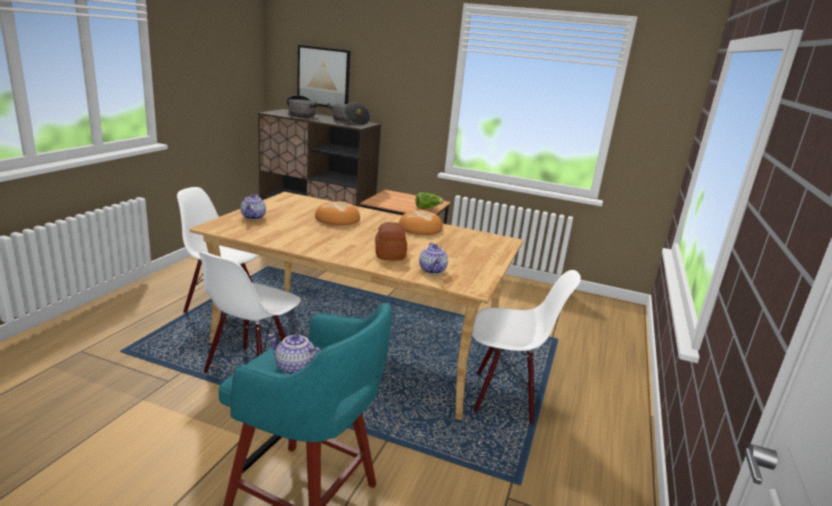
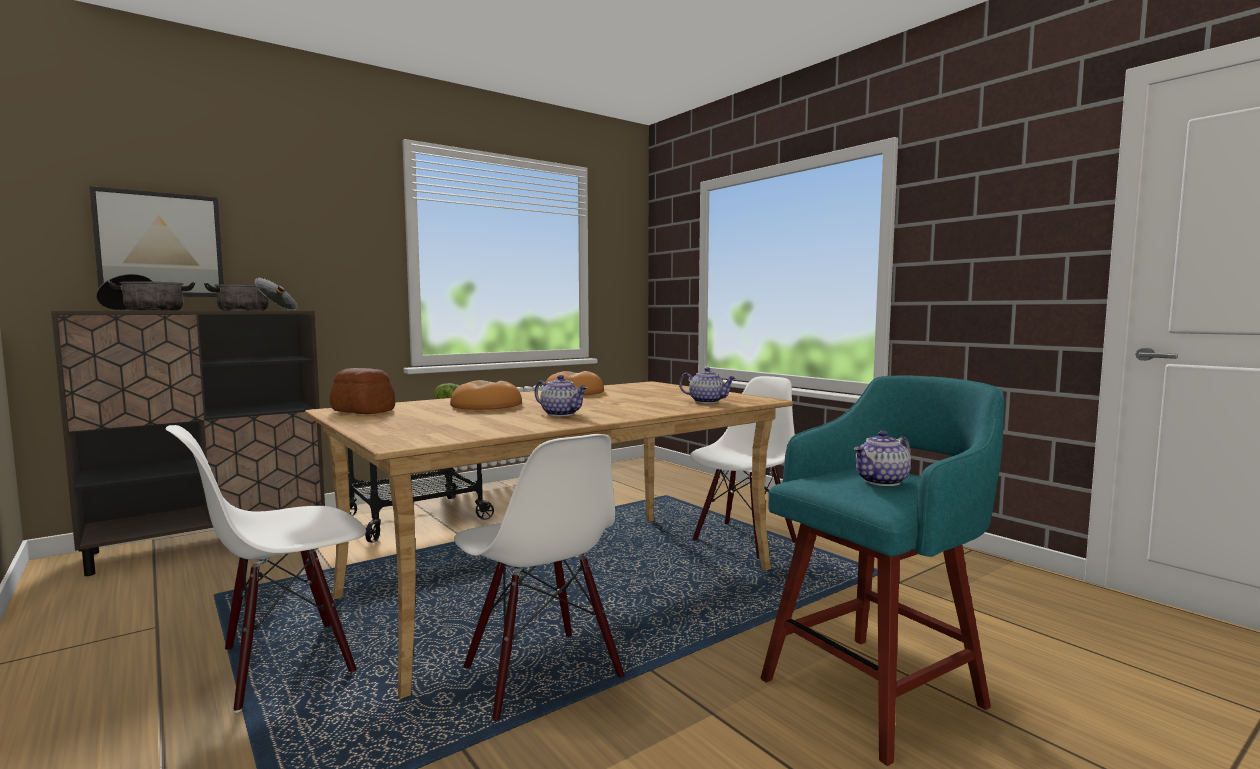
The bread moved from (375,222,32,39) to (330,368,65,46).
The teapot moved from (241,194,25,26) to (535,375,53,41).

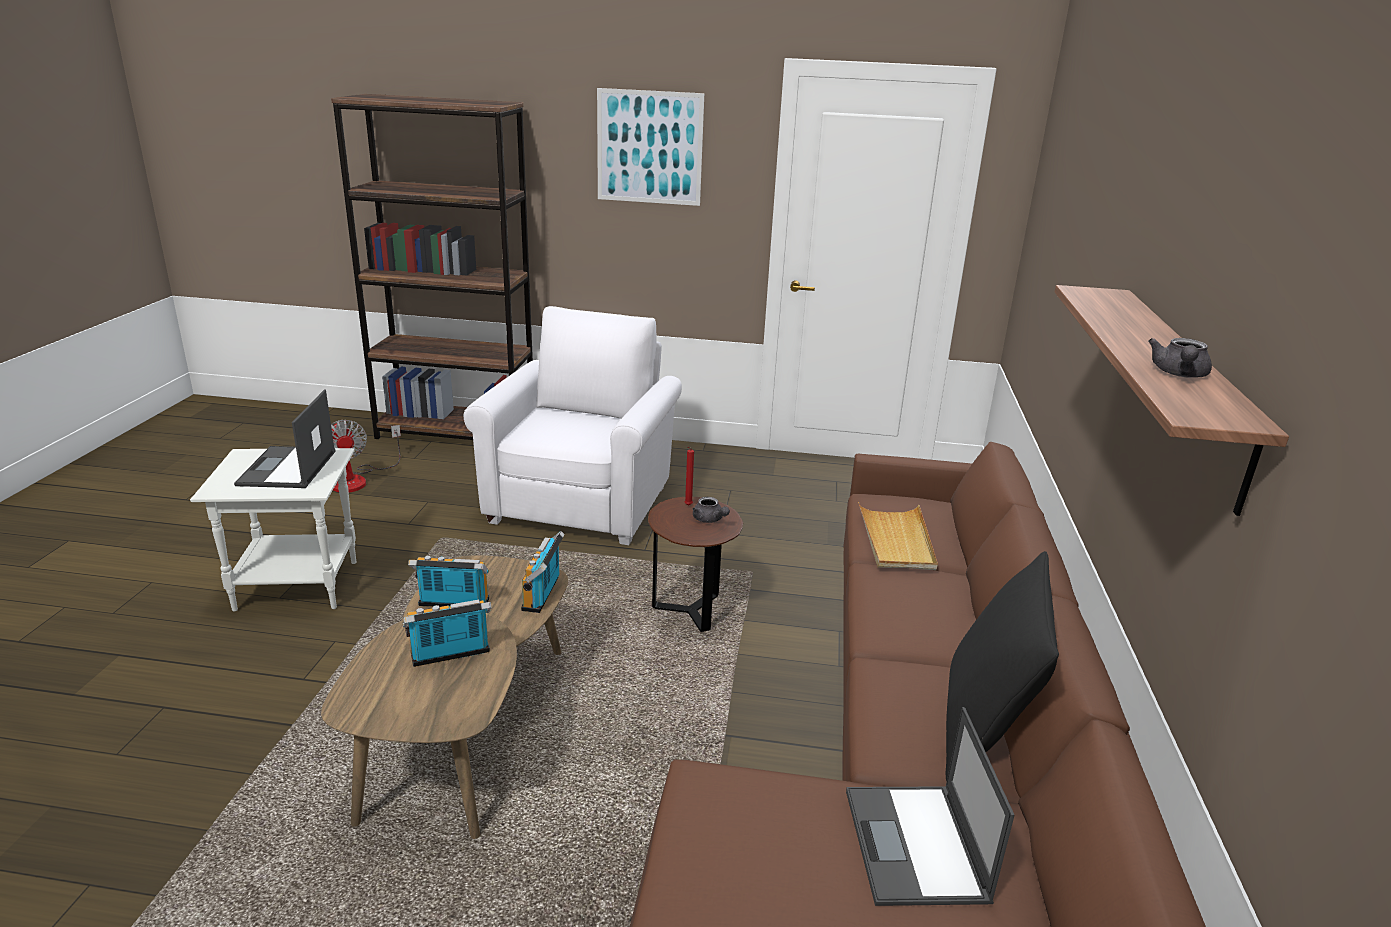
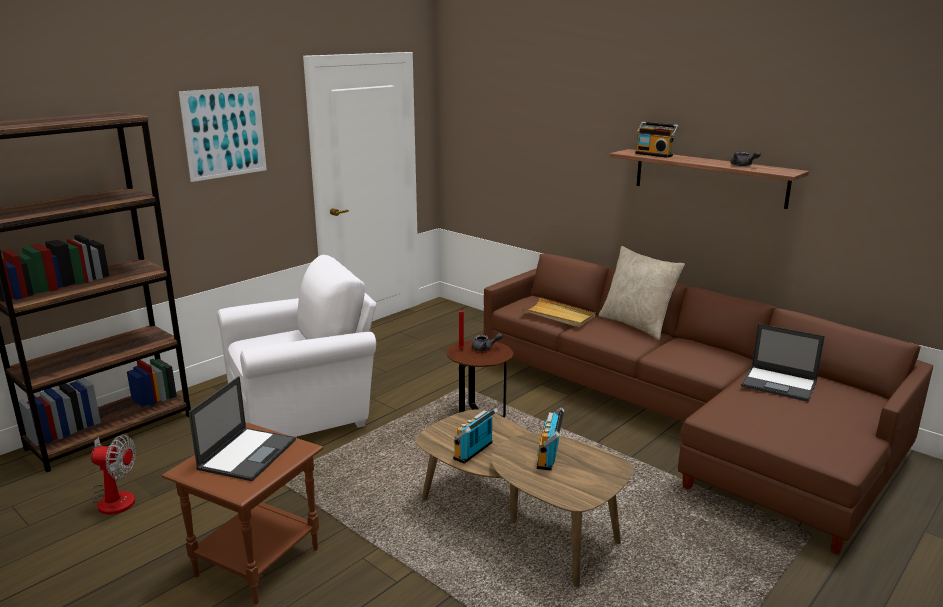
The side table/white at (190,448,166,164) became the side table/brown at (162,423,162,182).
The laptop at (234,389,102,99) turned 105 degrees counterclockwise.
The armchair/white at (464,306,218,239) turned 105 degrees clockwise.
The pillow/beige at (598,246,87,94) appeared.
The radio moved from (521,531,44,82) to (635,122,44,36).
The pillow/black at (946,551,113,231) disappeared.

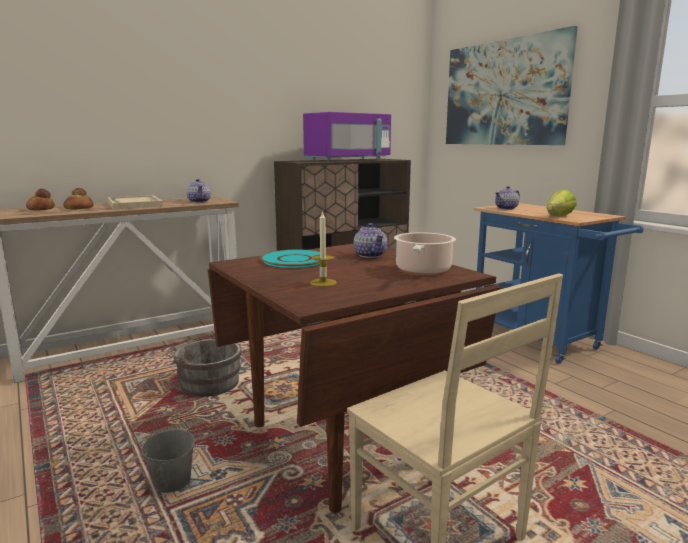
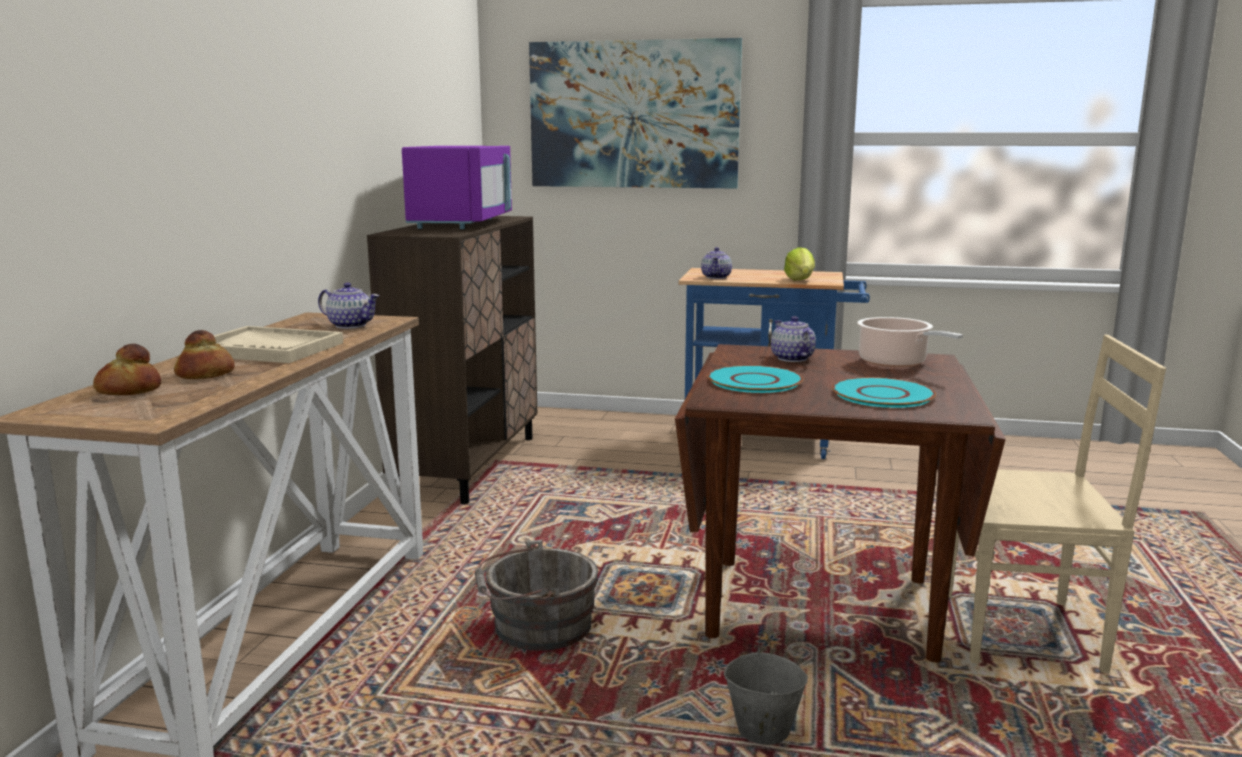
The teapot at (354,223,33,35) turned 135 degrees counterclockwise.
The candle at (310,210,27,77) was replaced by the plate/turquoise at (832,377,104,31).

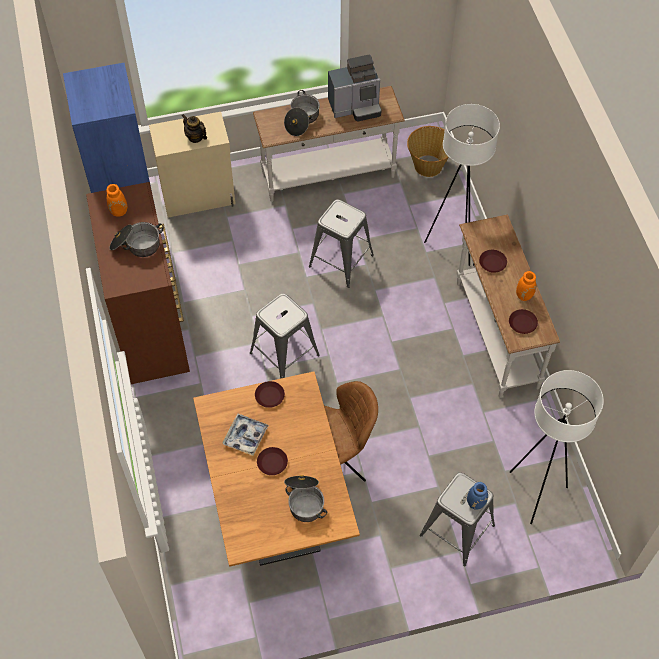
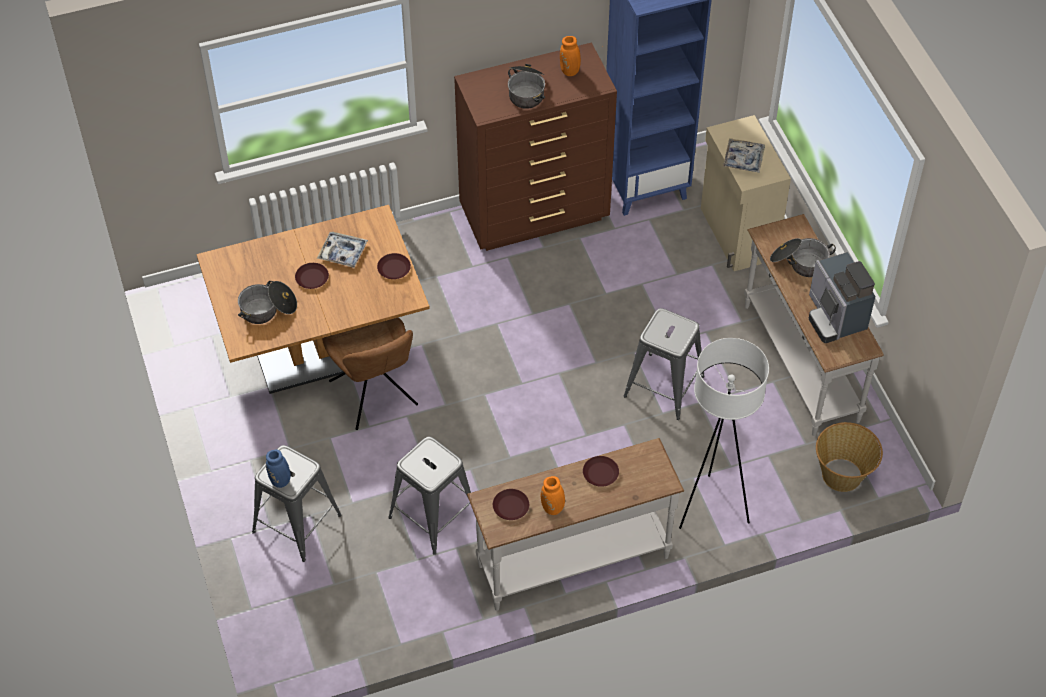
The stool/grey moved from (250,293,69,86) to (388,437,83,117).
The teapot at (181,114,26,29) was replaced by the tray at (723,138,42,35).
The floor lamp/white at (510,370,94,154) disappeared.

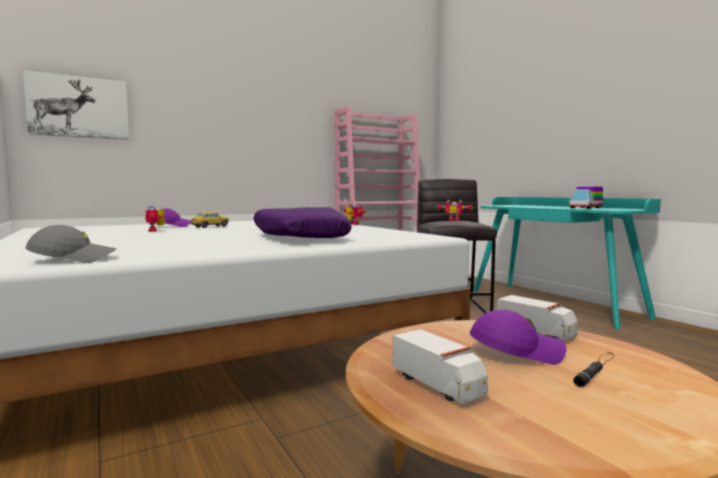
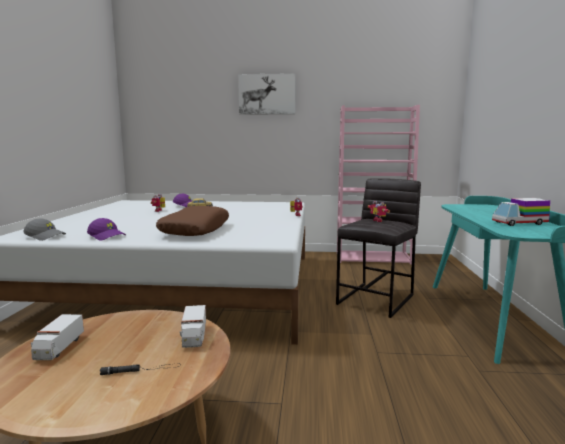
The cap/purple moved from (470,310,96,55) to (87,218,39,23).
The pillow/purple at (253,207,99,31) became the pillow/brown at (156,206,73,30).
The picture moved from (23,70,106,70) to (238,73,58,42).

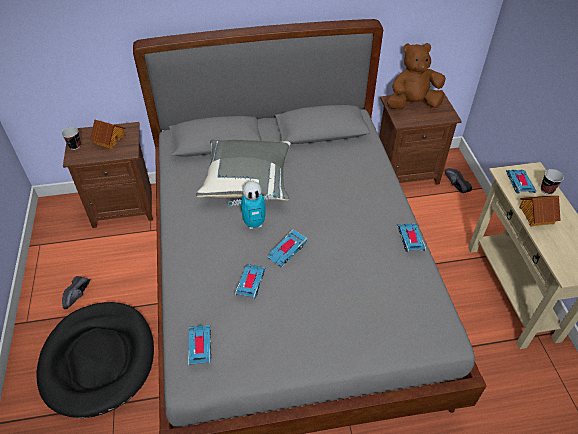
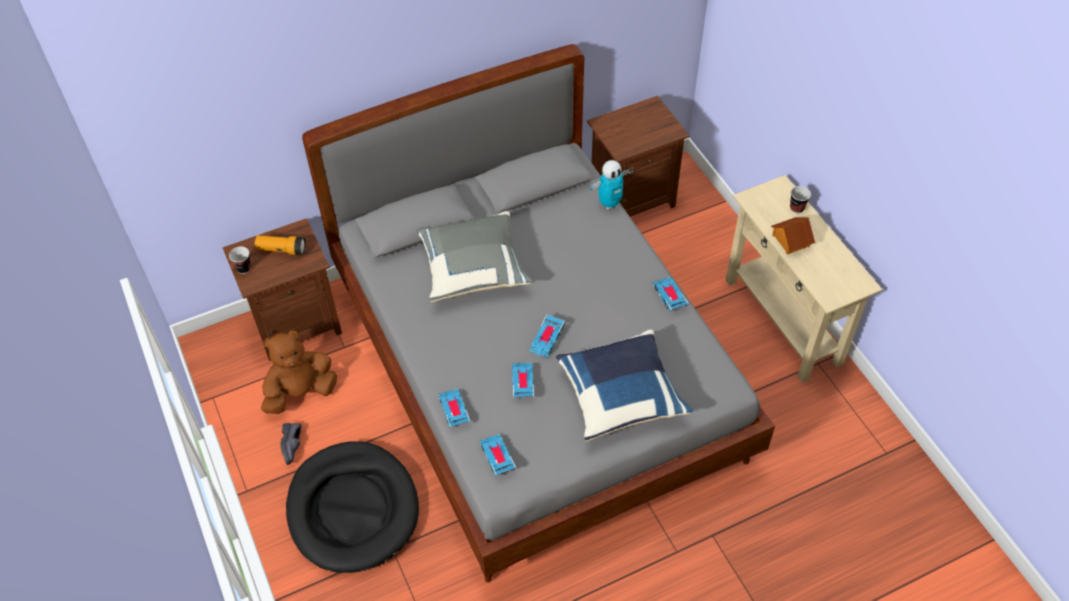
The toy house at (90,119,35,30) was replaced by the flashlight at (255,235,51,20).
The plush toy/brown moved from (387,43,59,67) to (261,331,76,83).
The toy car moved from (506,170,31,24) to (438,388,32,41).
The pillow/blue at (556,330,137,111) appeared.
The toy robot moved from (228,181,50,48) to (589,160,44,50).
The shoe/black at (445,168,27,25) disappeared.

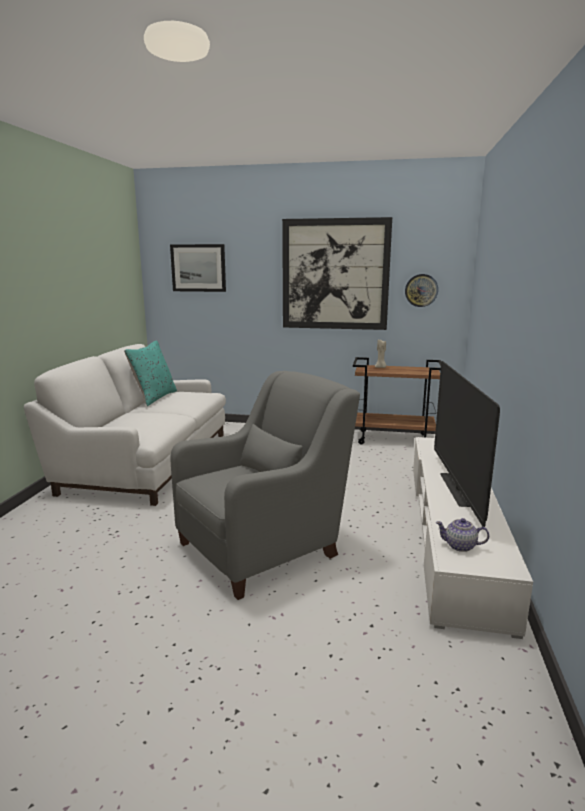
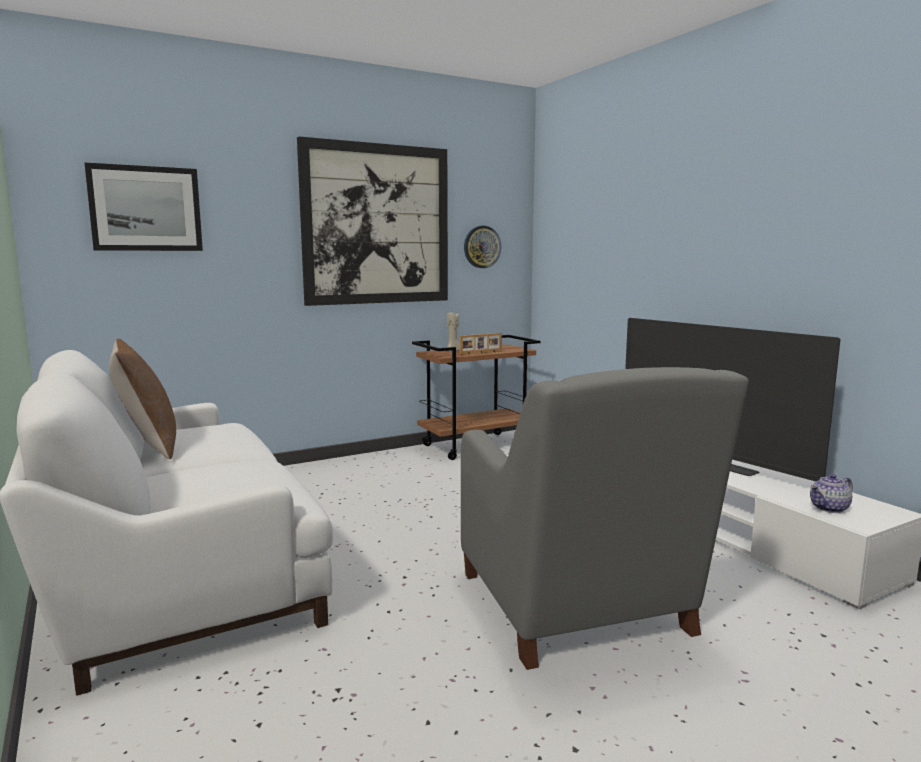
The pillow/turquoise at (124,341,53,65) became the pillow/brown at (109,339,67,120).
The picture frame at (460,333,42,22) appeared.
The armchair/grey at (170,371,190,229) turned 150 degrees clockwise.

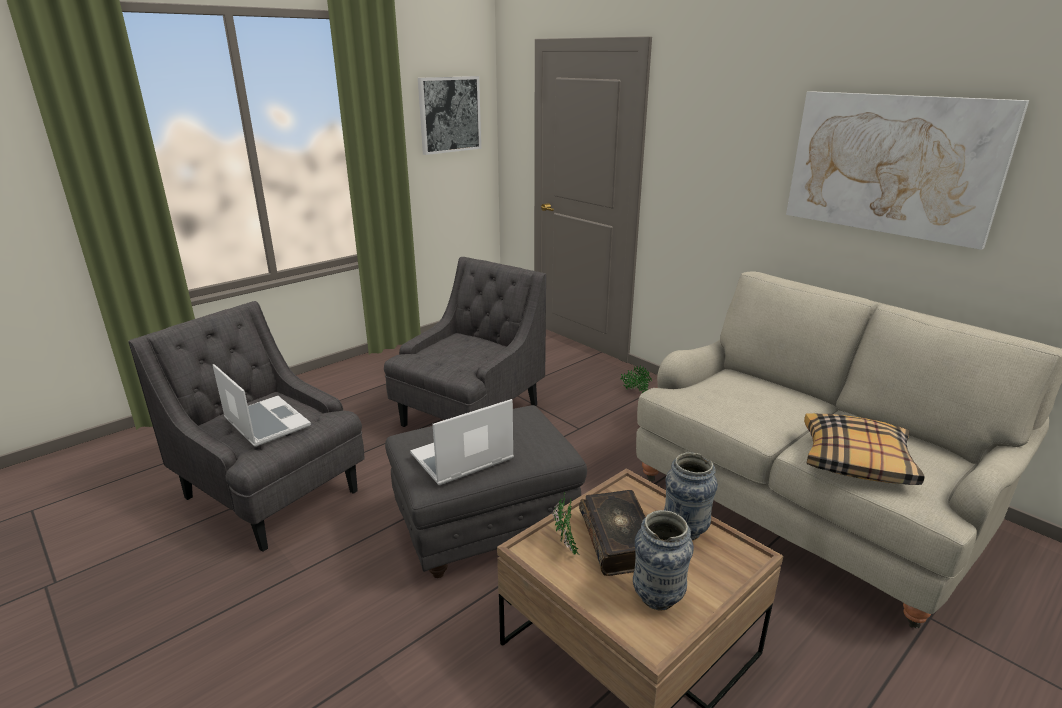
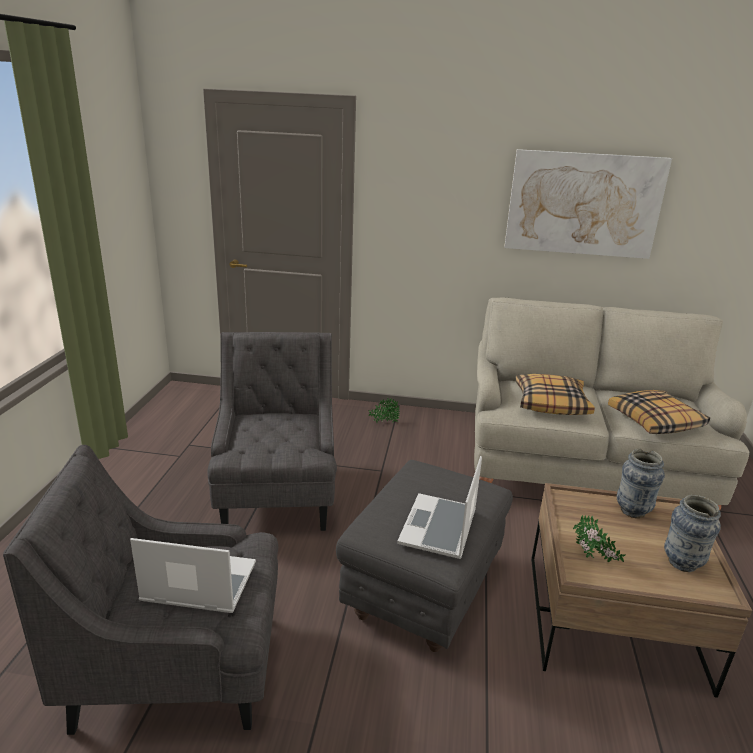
The pillow at (515,374,80,41) appeared.
The picture at (418,76,63,79) disappeared.
The book at (579,490,66,86) disappeared.

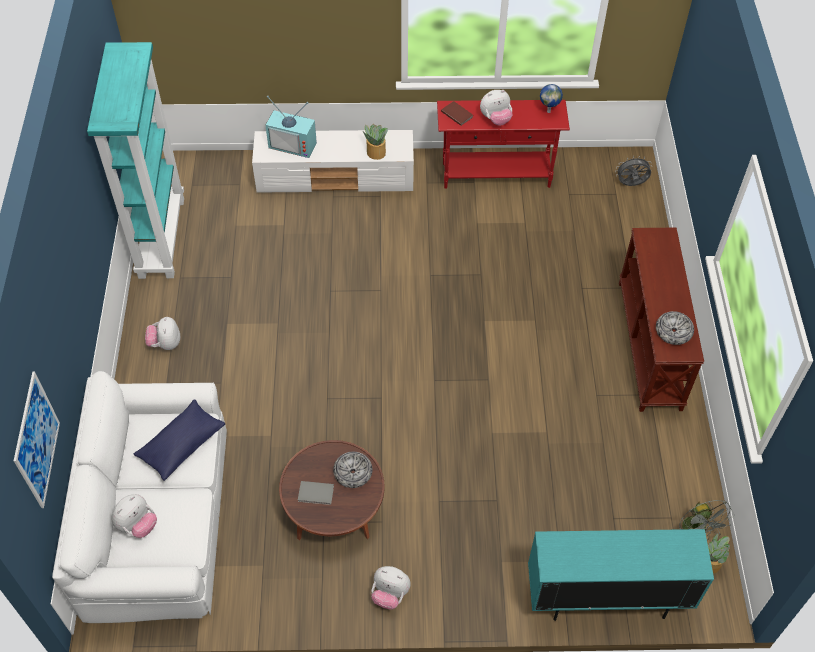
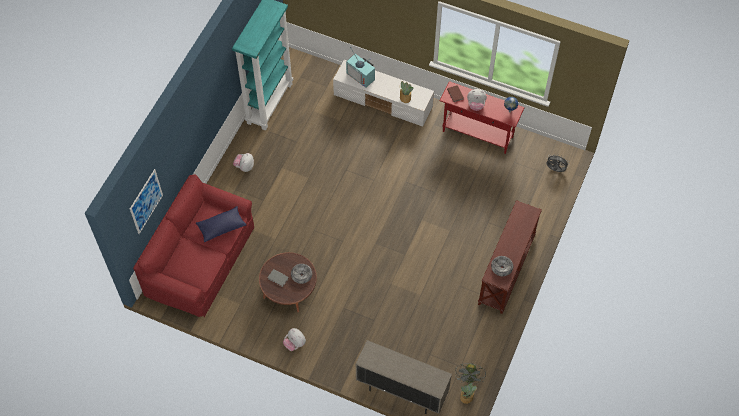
The sofa/white at (52,371,175,252) became the sofa/red at (133,174,121,143).
The cabinet/turquoise at (528,529,186,92) became the cabinet/beige at (355,340,97,74).
The plush toy at (111,494,46,44) disappeared.

